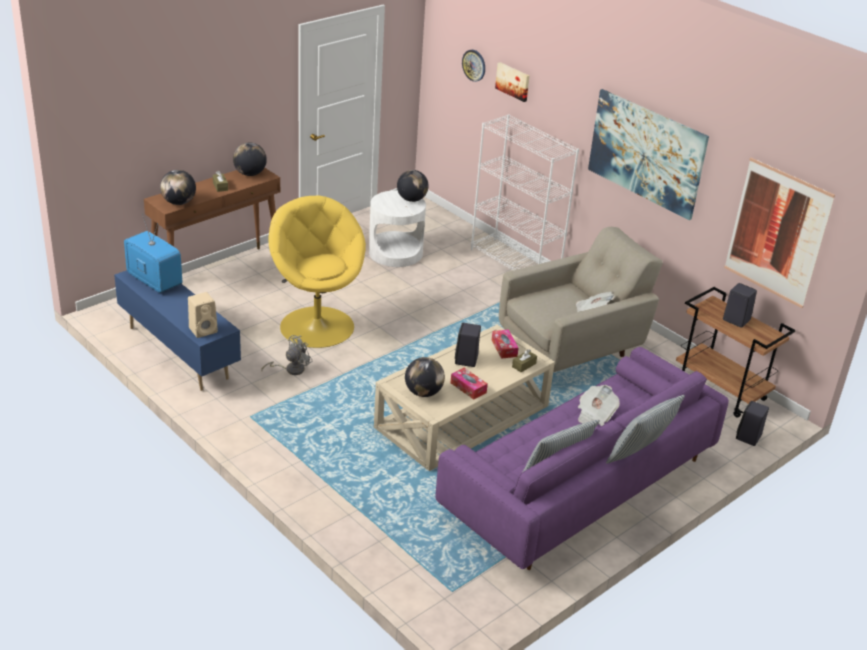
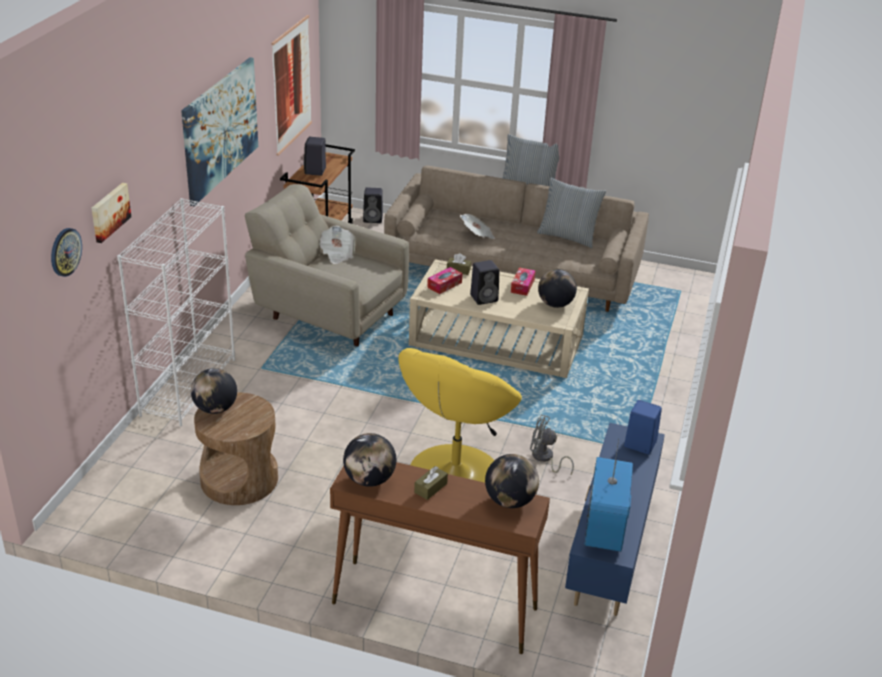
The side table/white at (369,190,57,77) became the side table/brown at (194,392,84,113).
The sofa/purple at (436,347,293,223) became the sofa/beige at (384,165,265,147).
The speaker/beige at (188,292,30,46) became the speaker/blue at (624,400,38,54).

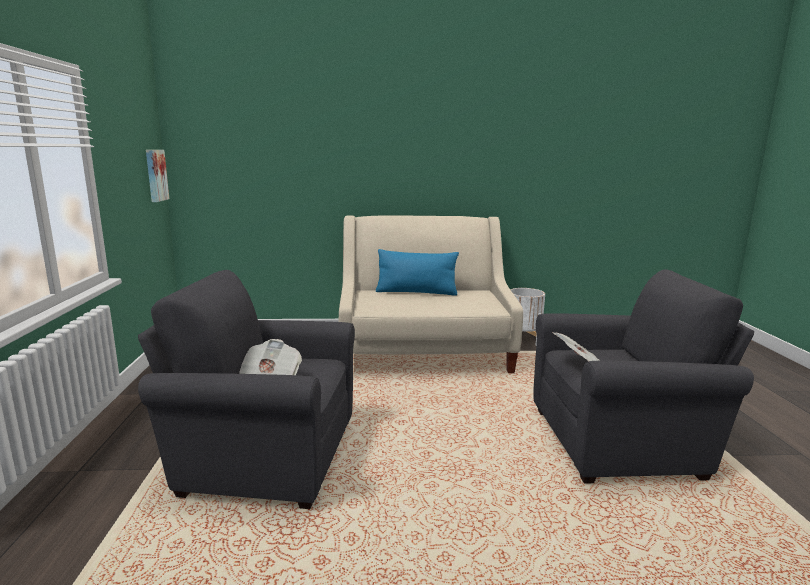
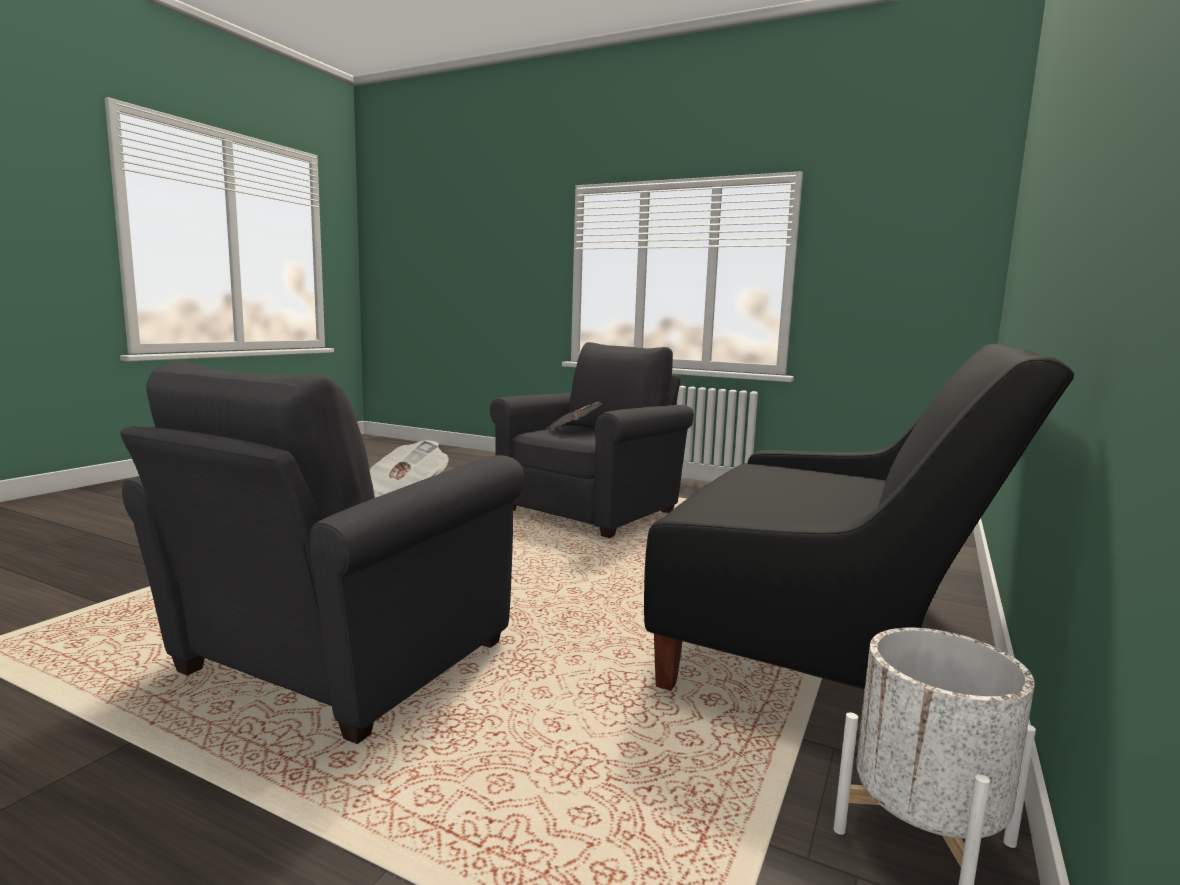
The sofa/beige at (339,215,184,158) became the sofa/black at (644,344,430,347).
The picture at (146,150,23,52) disappeared.
The pillow/blue at (376,249,83,47) disappeared.

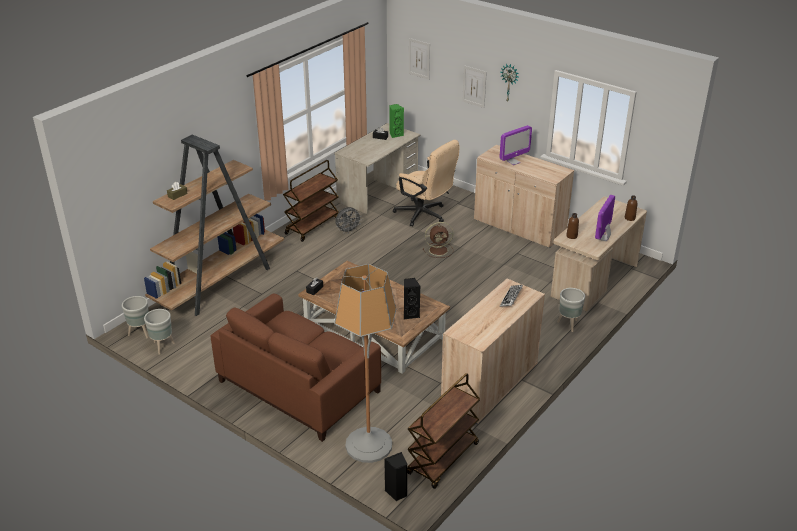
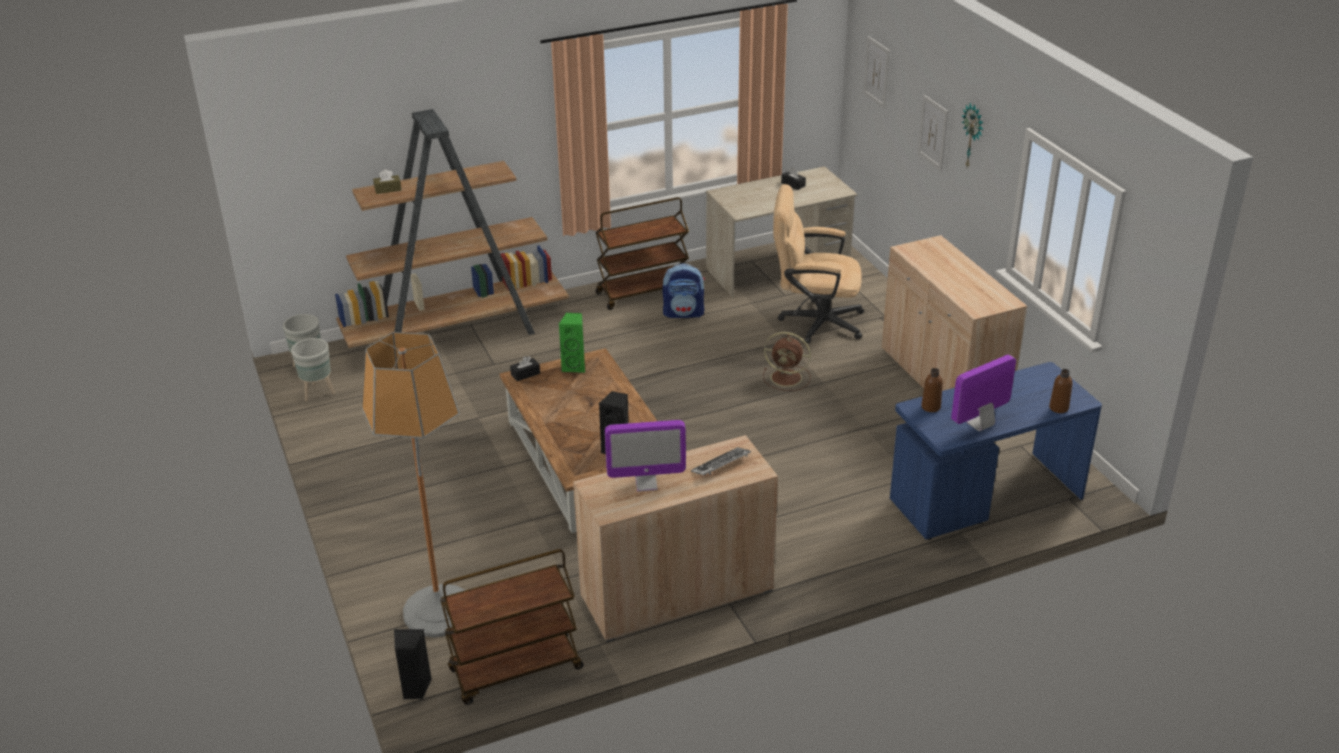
The speaker/green moved from (389,104,15,34) to (558,313,27,60).
The monitor moved from (499,125,33,40) to (605,420,81,72).
The fan/grey at (335,207,27,26) was replaced by the backpack at (663,263,42,55).
The office chair/beige at (393,140,67,86) turned 120 degrees clockwise.
The desk/beige at (551,197,96,114) became the desk/blue at (890,362,212,178).
The sofa/brown at (210,294,171,148) disappeared.
The planter/grey at (557,288,28,44) disappeared.

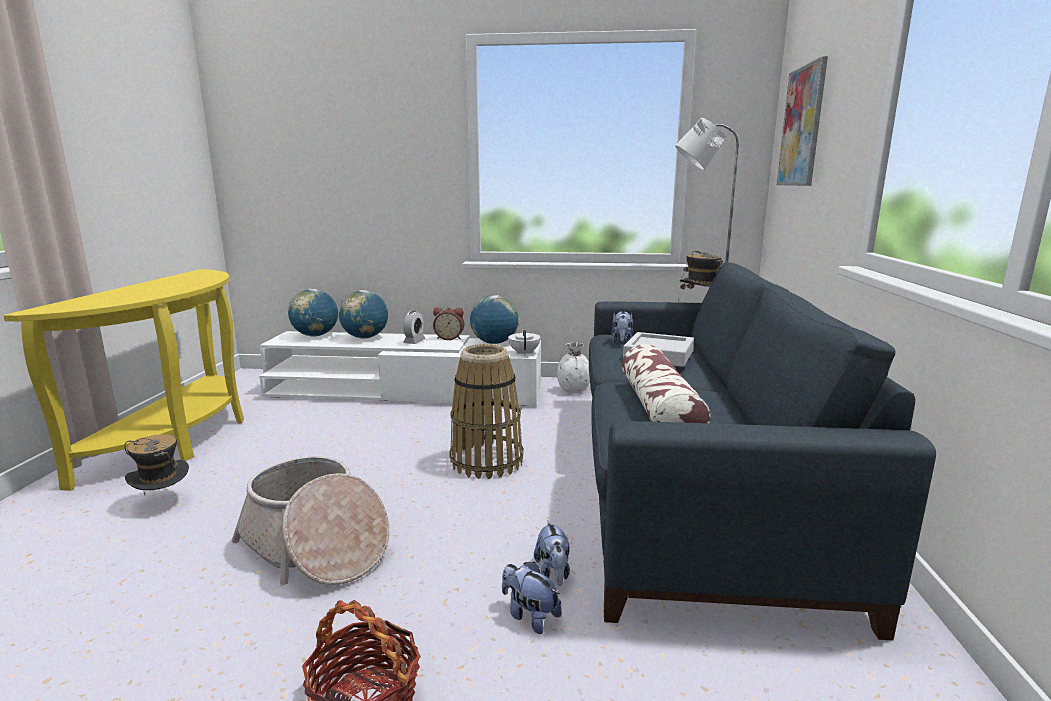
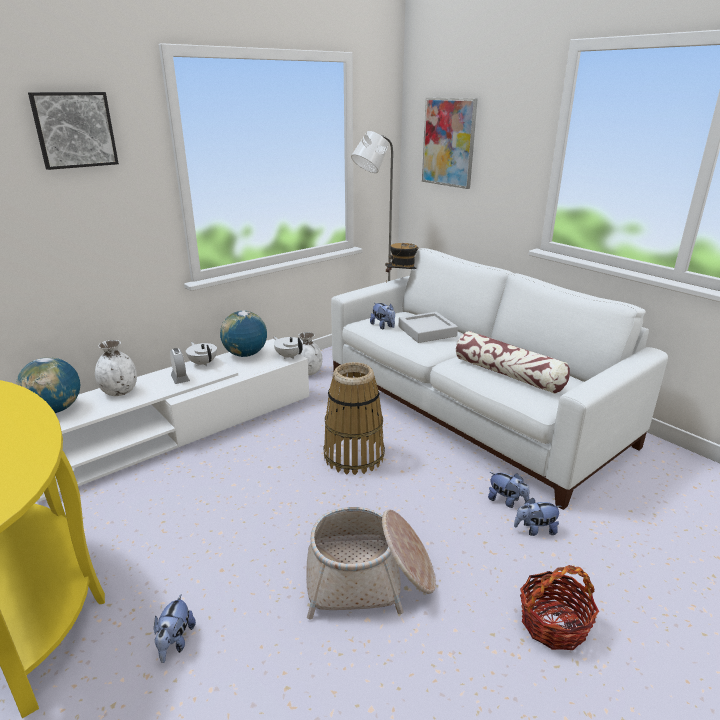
The picture at (28,92,91,78) appeared.
The globe at (338,290,50,49) was replaced by the vase/white at (95,340,42,56).
The hat at (124,434,65,61) was replaced by the plush toy at (154,594,42,69).
The alarm clock at (433,307,31,33) was replaced by the teapot/white at (186,342,31,24).
The sofa/blue at (589,262,347,378) became the sofa/white at (331,248,337,262).

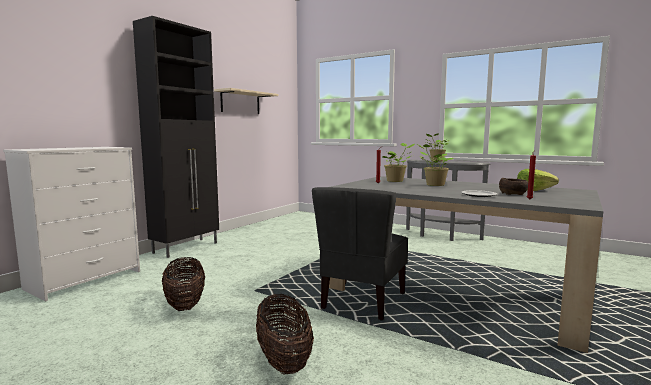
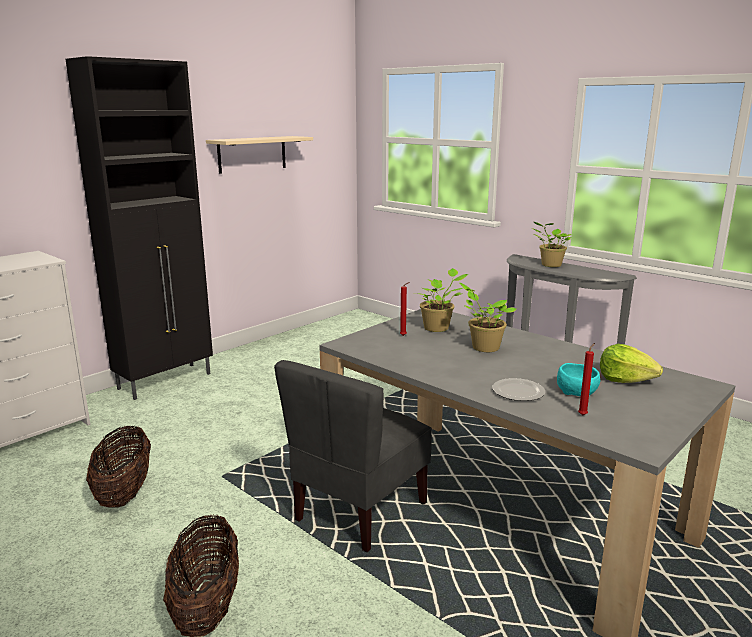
The bowl/brown at (499,178,29,17) became the bowl/turquoise at (557,363,43,33).

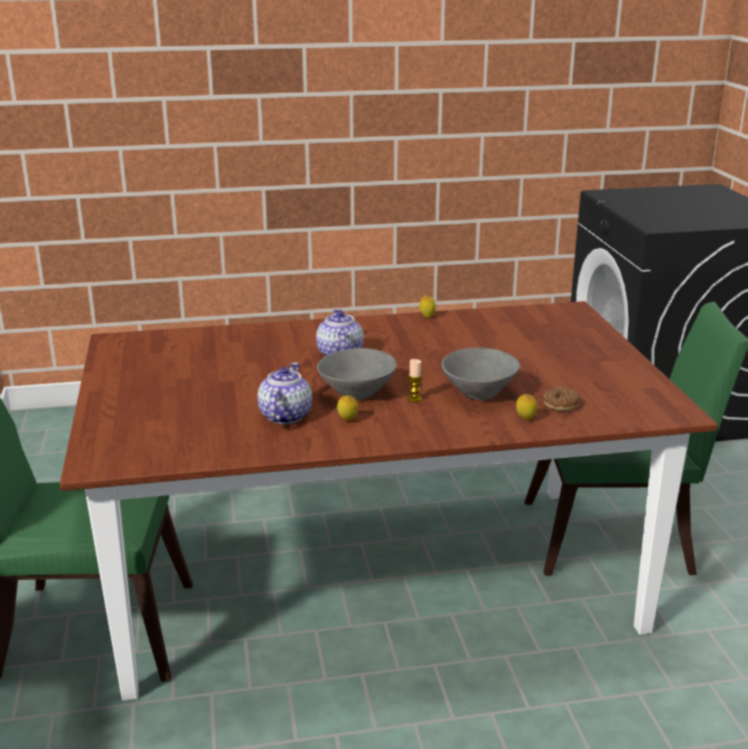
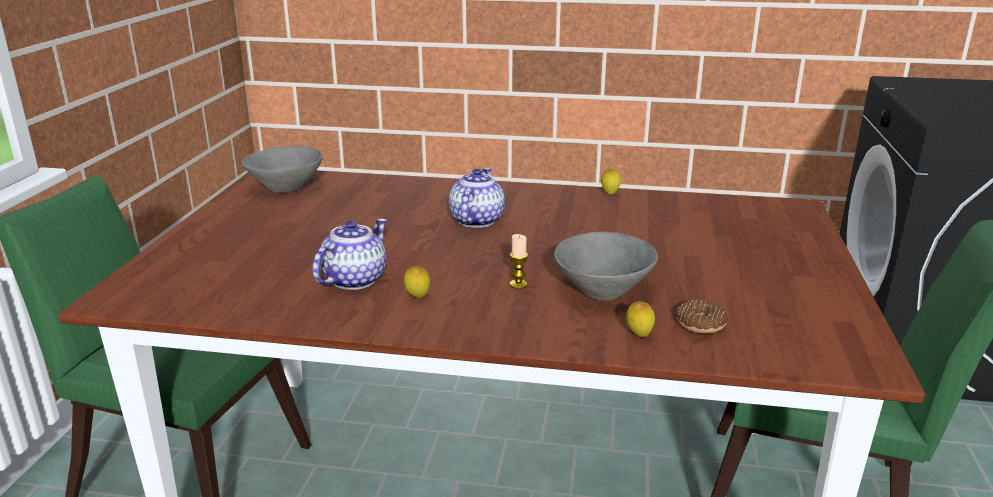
The bowl/grey moved from (317,348,80,52) to (242,146,81,47).

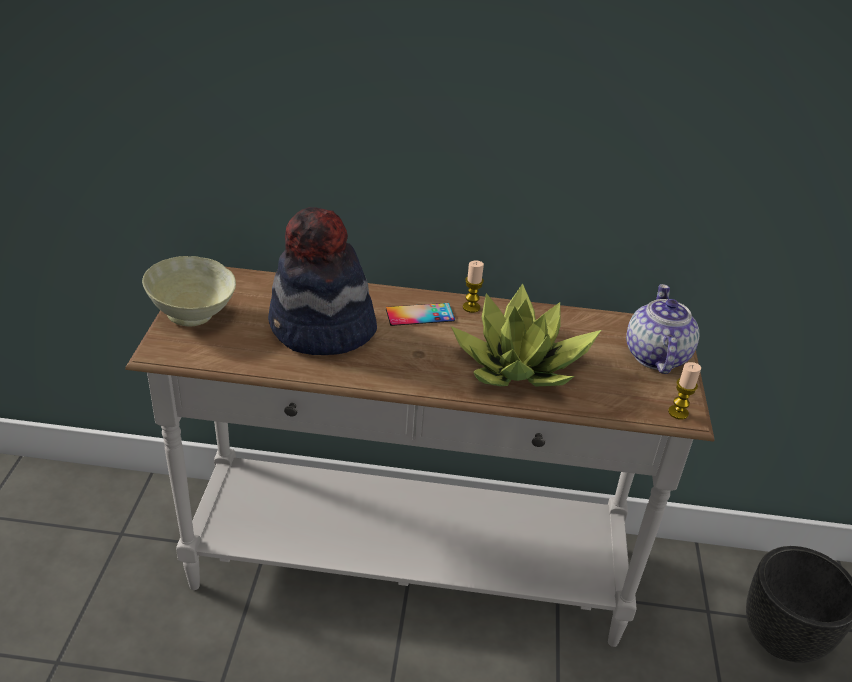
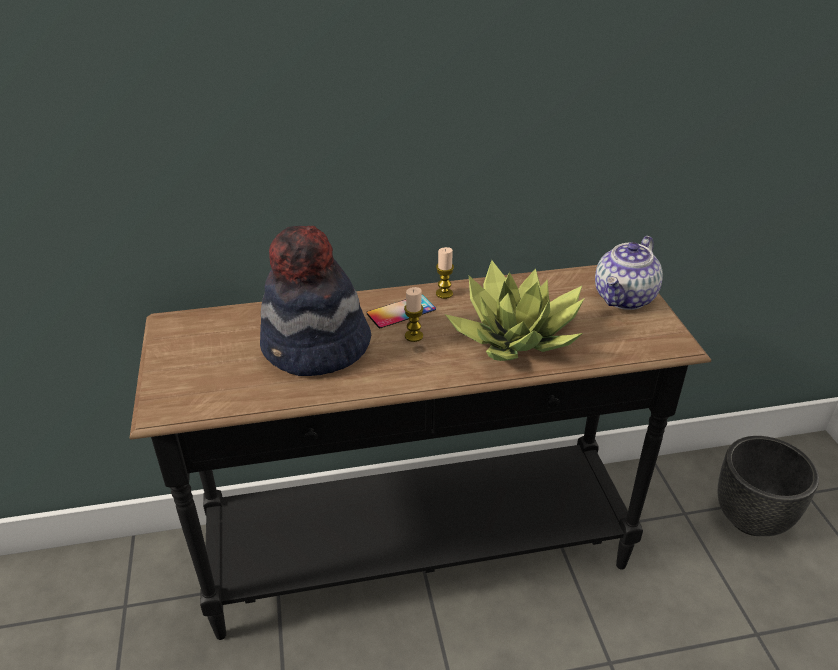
The console table/white at (125,267,590,380) became the console table/black at (130,265,581,375).
The candle moved from (668,362,33,58) to (404,287,19,55).
The teapot at (626,284,73,90) turned 135 degrees counterclockwise.
The bowl/beige at (142,256,94,70) disappeared.

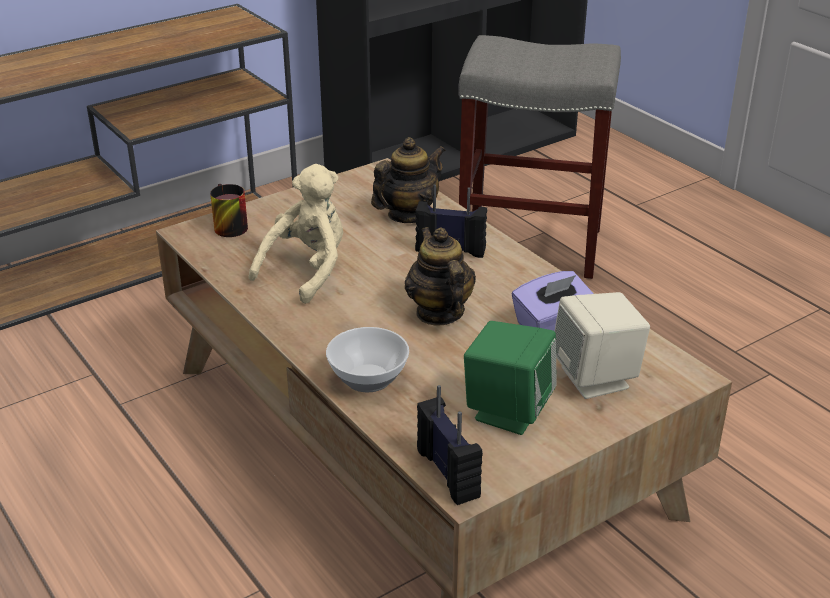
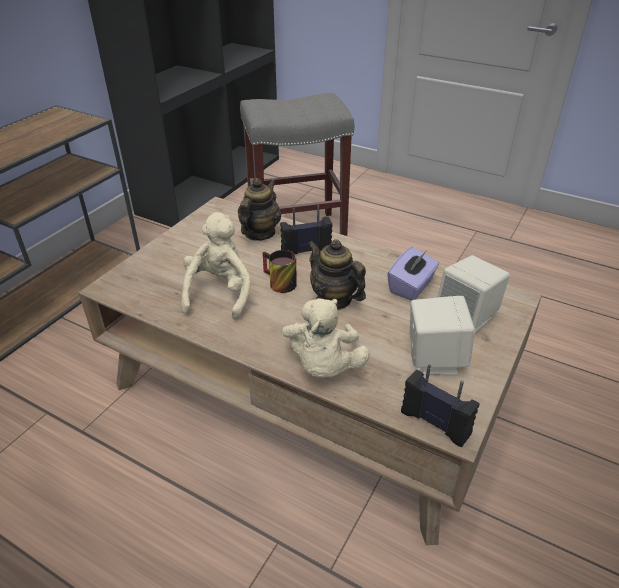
The mug moved from (210,184,38,53) to (263,250,34,43).
The bowl at (326,327,83,65) was replaced by the plush toy/beige at (282,298,88,80).
The speaker/green at (464,321,93,114) became the speaker/beige at (410,296,65,79).

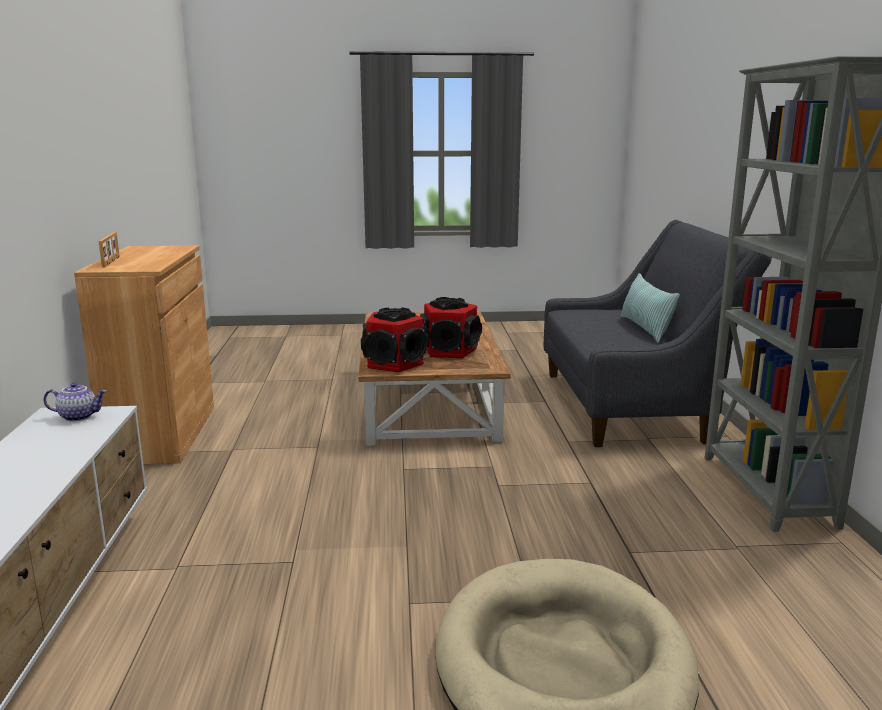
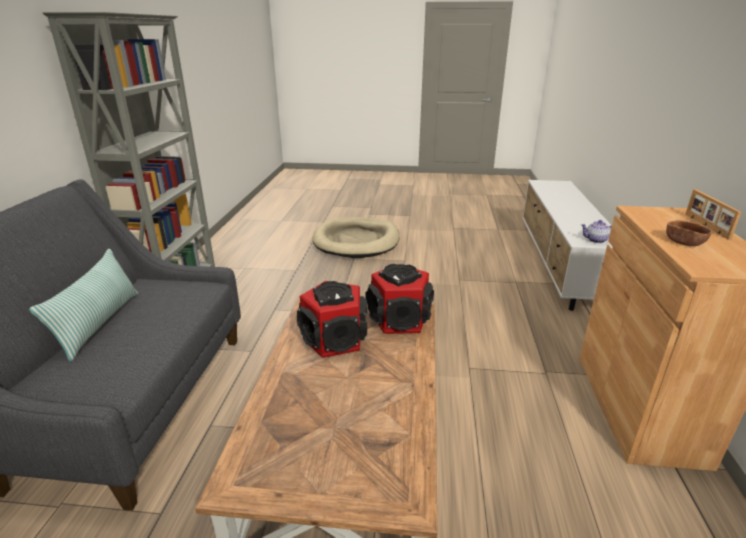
The bowl/brown at (666,220,46,26) appeared.

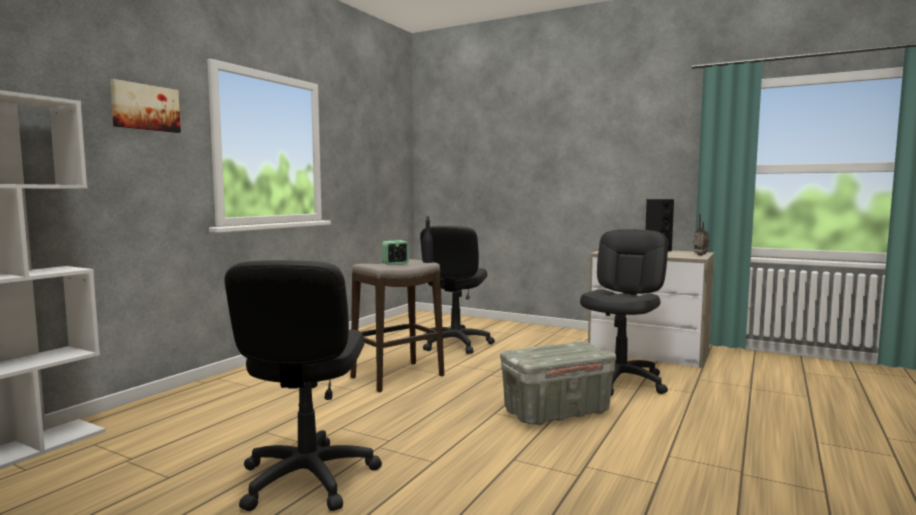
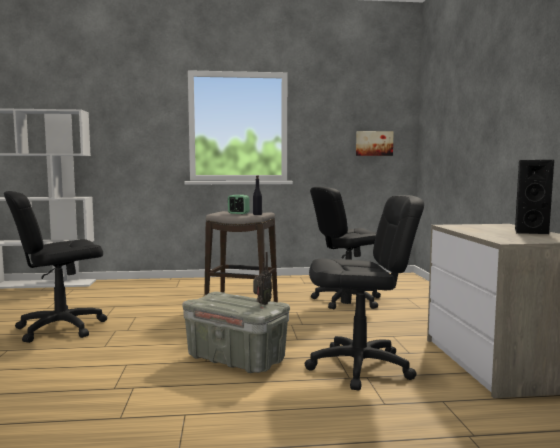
The radio moved from (693,214,17,42) to (253,252,19,53).
The picture moved from (110,79,71,54) to (356,131,38,25).

